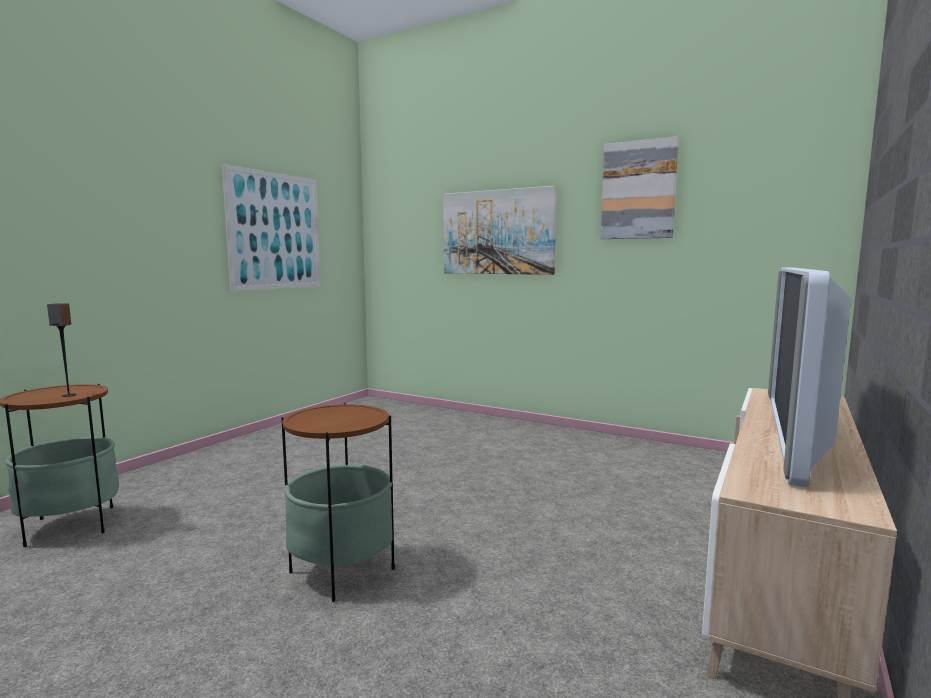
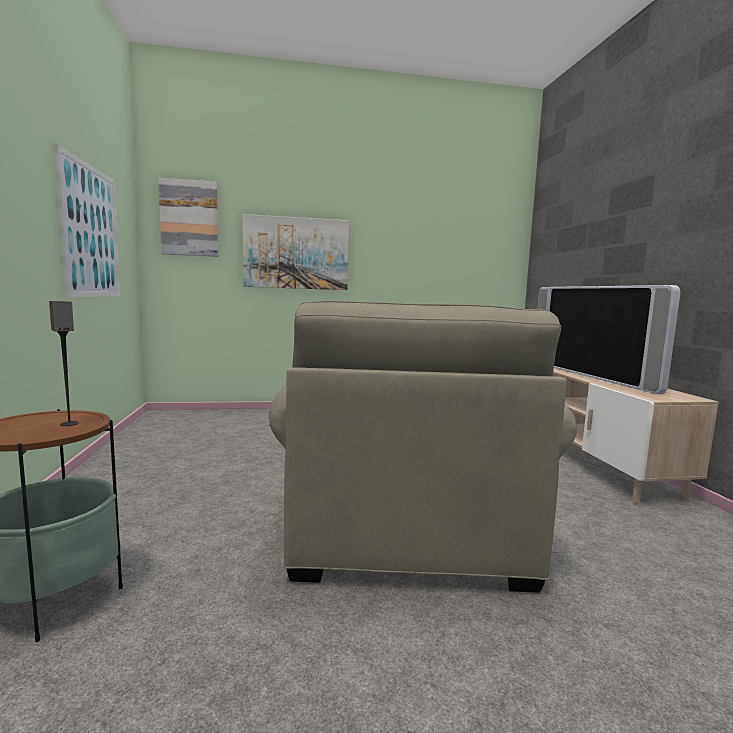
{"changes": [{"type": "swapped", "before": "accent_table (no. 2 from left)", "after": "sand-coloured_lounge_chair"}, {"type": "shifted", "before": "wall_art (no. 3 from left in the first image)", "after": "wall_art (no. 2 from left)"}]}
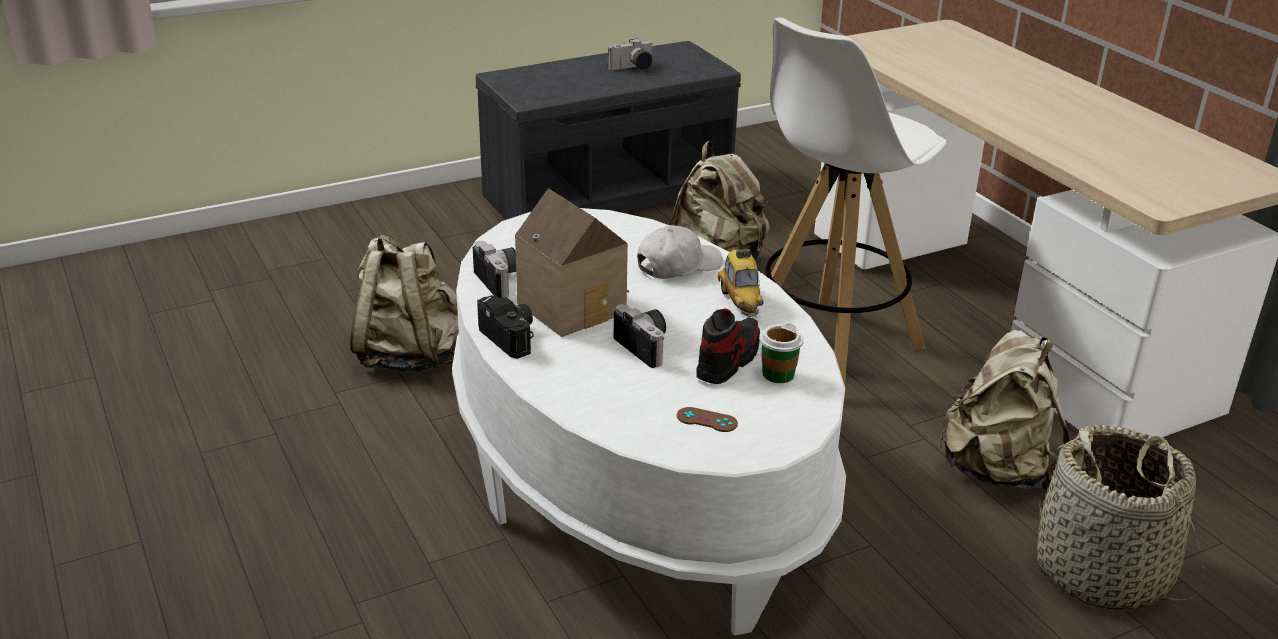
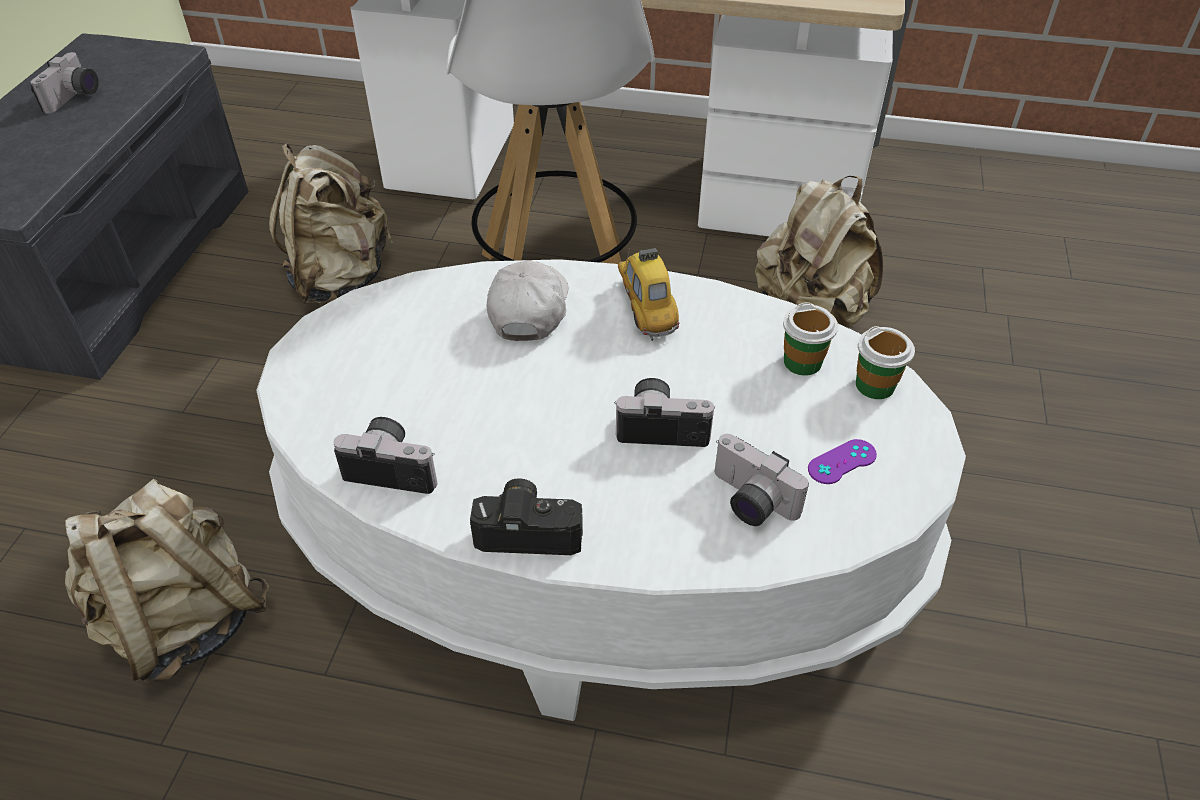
{"changes": [{"type": "gone", "before": "toy_house"}, {"type": "repainted", "before": "brown-coloured_joypad", "after": "purple-coloured_joypad"}, {"type": "gone", "before": "low_shoe"}, {"type": "rotated", "before": "toy_car", "turn": -135}, {"type": "gone", "before": "household_basket"}, {"type": "new", "after": "still_camera (no. 5 from left)"}, {"type": "new", "after": "drinking_cup (no. 2 from left)"}]}
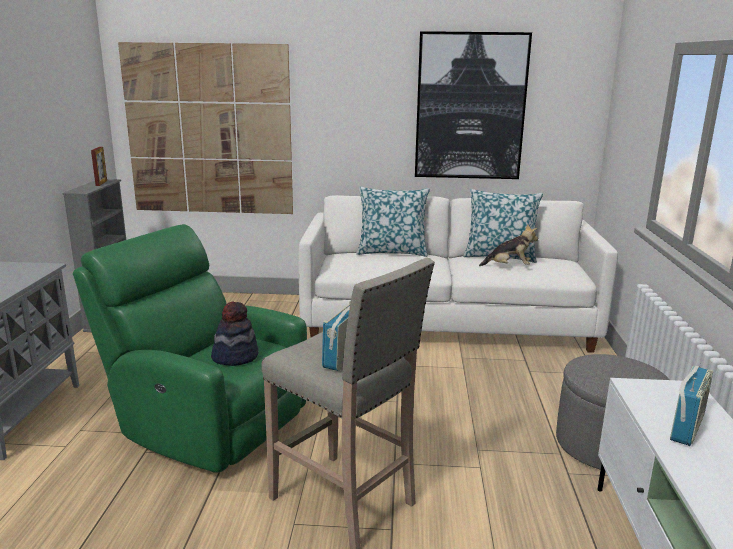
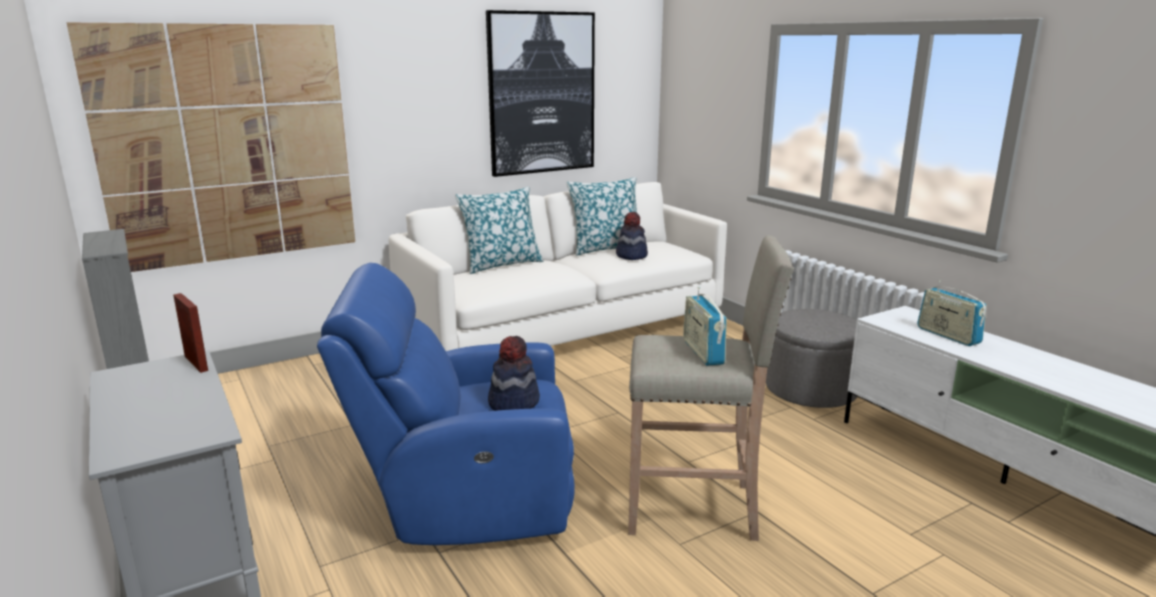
{"changes": [{"type": "repainted", "before": "green_lounge_chair", "after": "blue_lounge_chair"}, {"type": "shifted", "before": "photo_frame"}, {"type": "swapped", "before": "cuddly_toy", "after": "clothing_hat (no. 2 from left)"}, {"type": "rotated", "before": "radio (no. 2 from left)", "turn": 150}]}
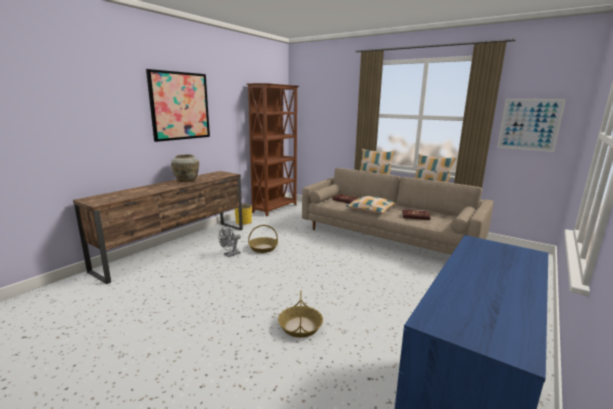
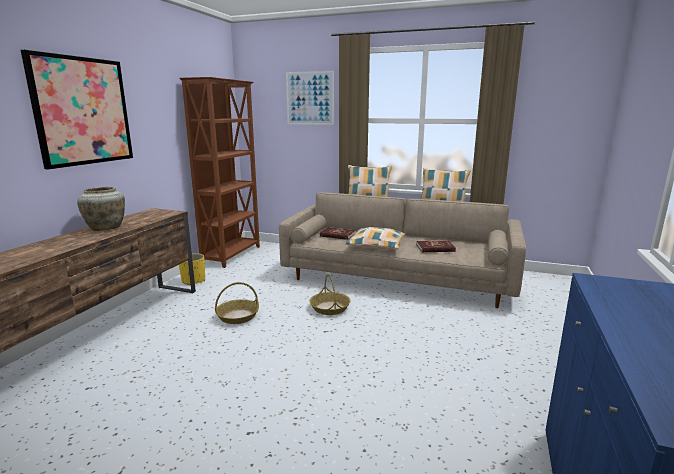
{"changes": [{"type": "gone", "before": "grey_fan"}, {"type": "shifted", "before": "household_basket (no. 2 from left)"}, {"type": "shifted", "before": "wall_art (no. 2 from left)"}]}
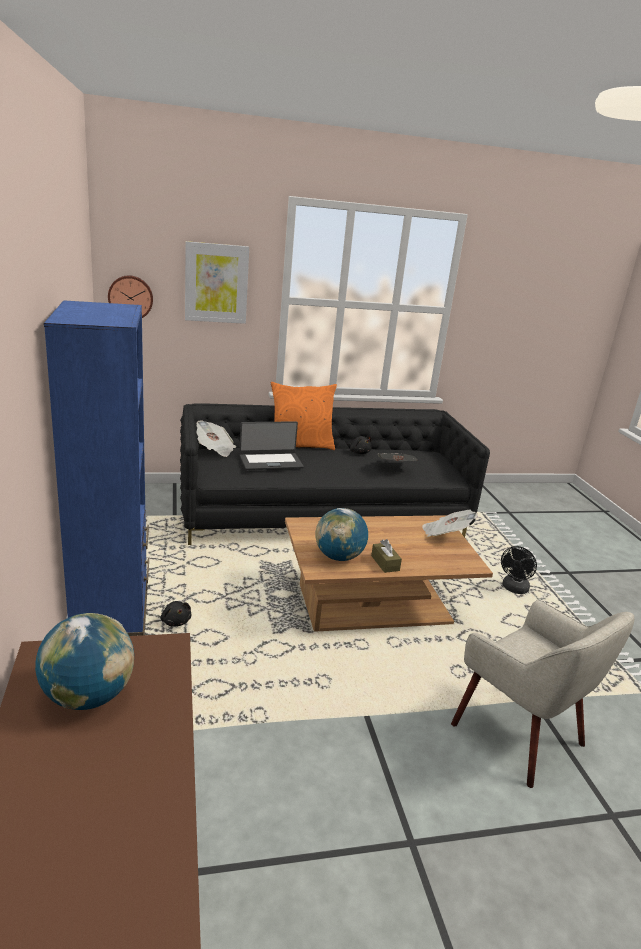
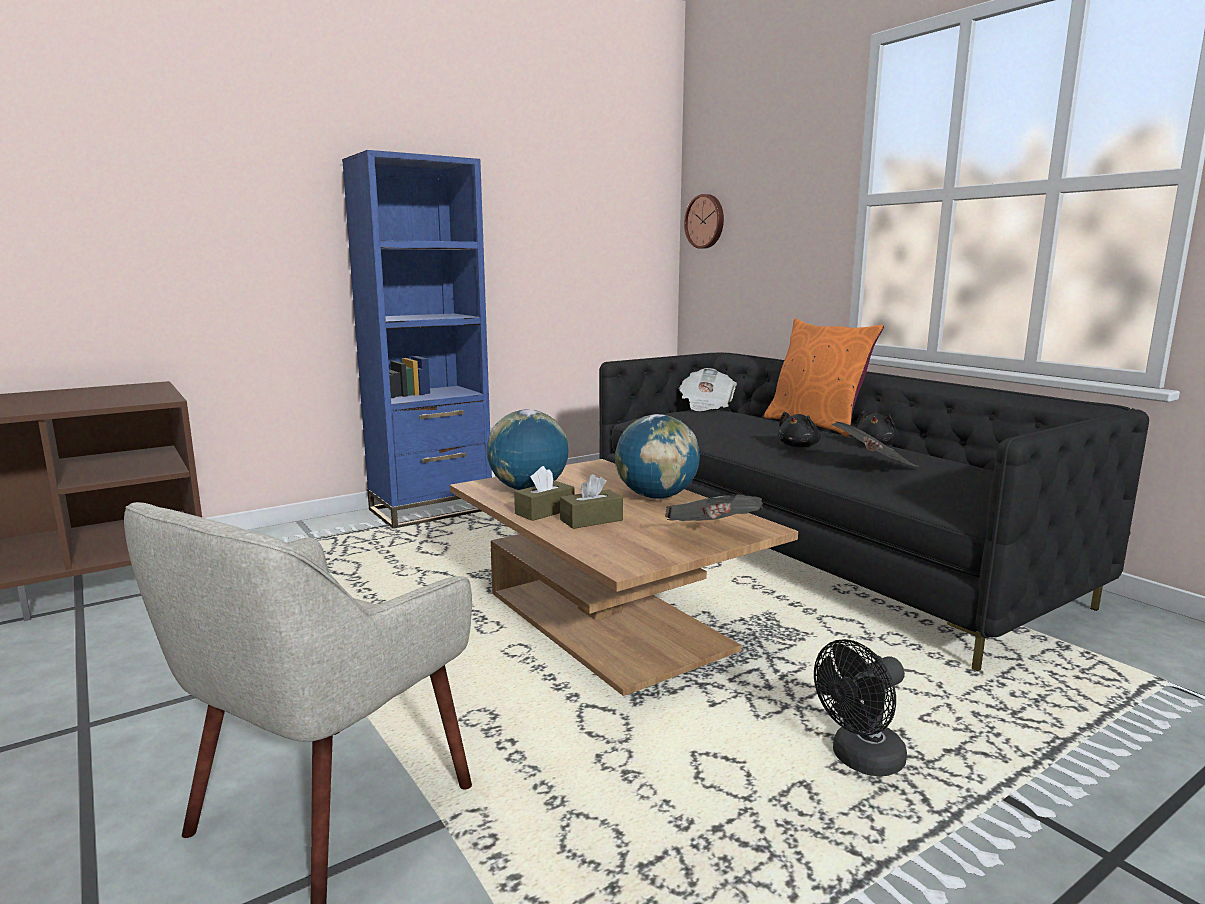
{"changes": [{"type": "shifted", "before": "world_globe (no. 1 from left in the first image)", "after": "world_globe (no. 2 from left)"}, {"type": "shifted", "before": "black-coloured_cuddly_toy (no. 1 from left)"}, {"type": "gone", "before": "wall_art"}, {"type": "gone", "before": "portable_computer"}, {"type": "rotated", "before": "black-coloured_fan", "turn": -45}, {"type": "new", "after": "brown-coloured_tissue_box (no. 2 from left)"}]}
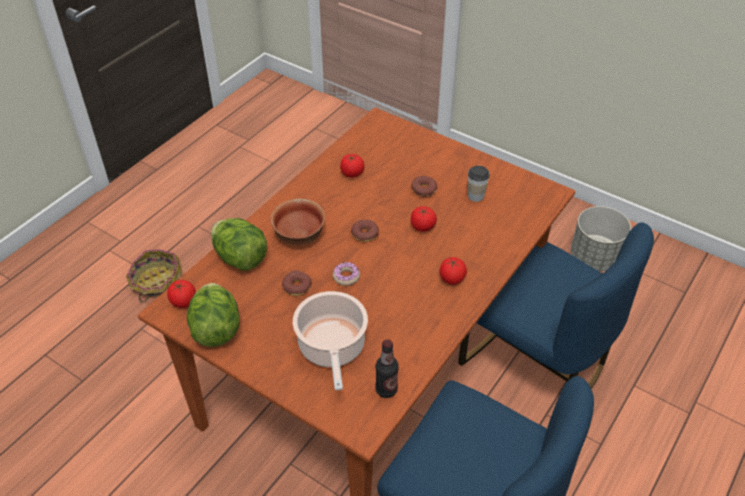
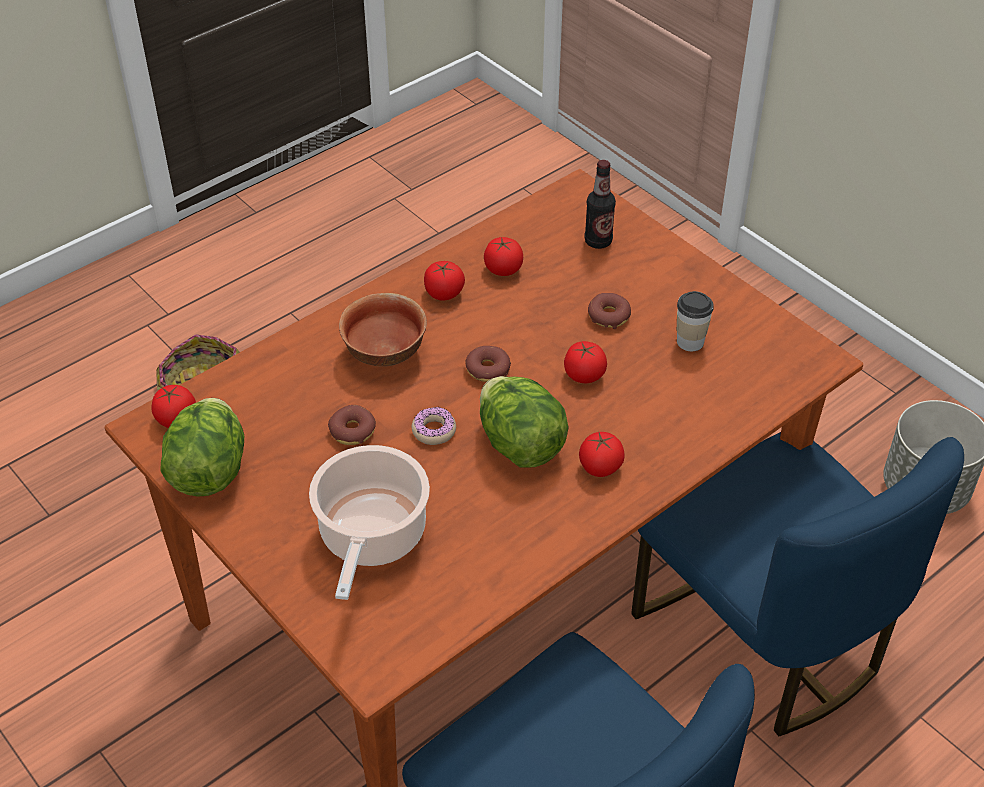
{"changes": [{"type": "shifted", "before": "head_of_lettuce (no. 2 from left)"}, {"type": "shifted", "before": "beverage_bottle"}, {"type": "new", "after": "fresh_tomato (no. 2 from left)"}]}
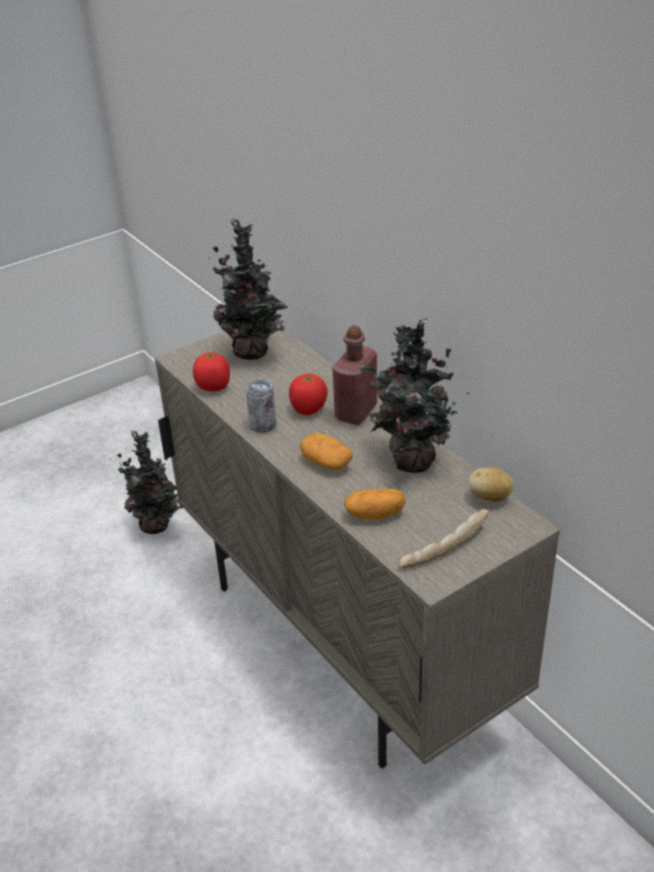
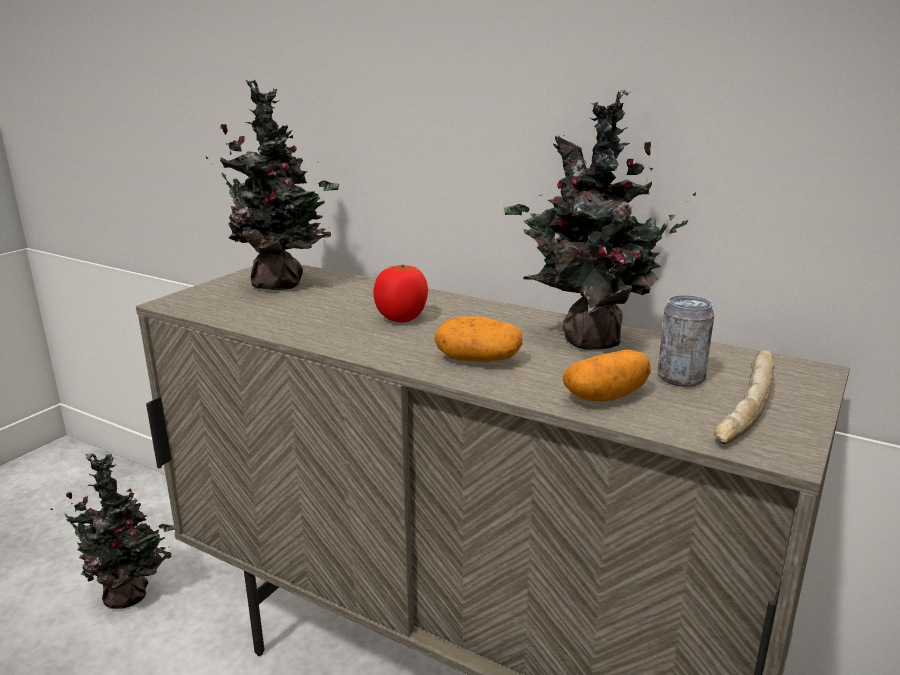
{"changes": [{"type": "gone", "before": "fresh_tomato (no. 1 from left)"}, {"type": "shifted", "before": "can"}, {"type": "gone", "before": "red-coloured_beverage_bottle"}, {"type": "gone", "before": "potato (no. 3 from left)"}]}
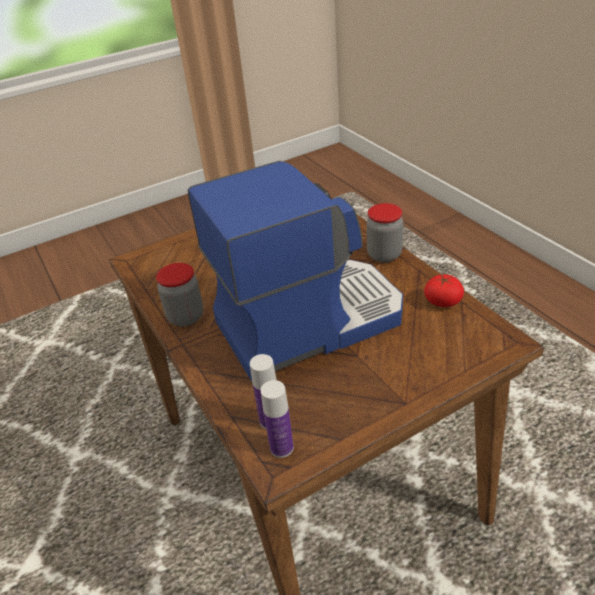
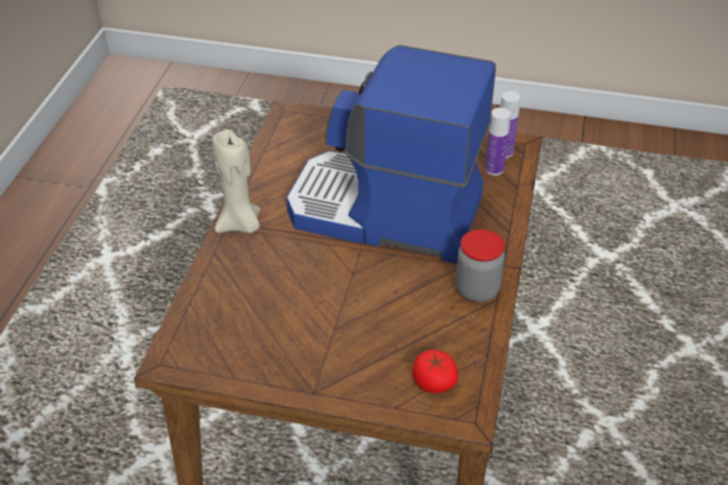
{"changes": [{"type": "swapped", "before": "storage_jar (no. 2 from left)", "after": "sand-coloured_wax_light"}, {"type": "shifted", "before": "fresh_tomato"}]}
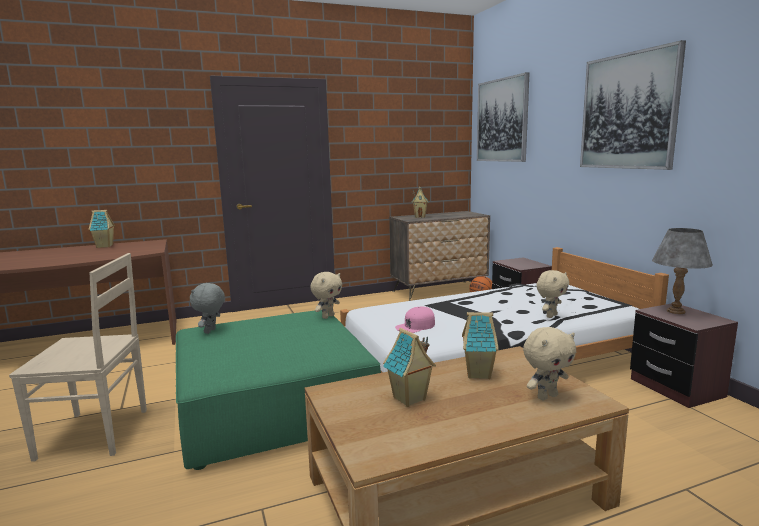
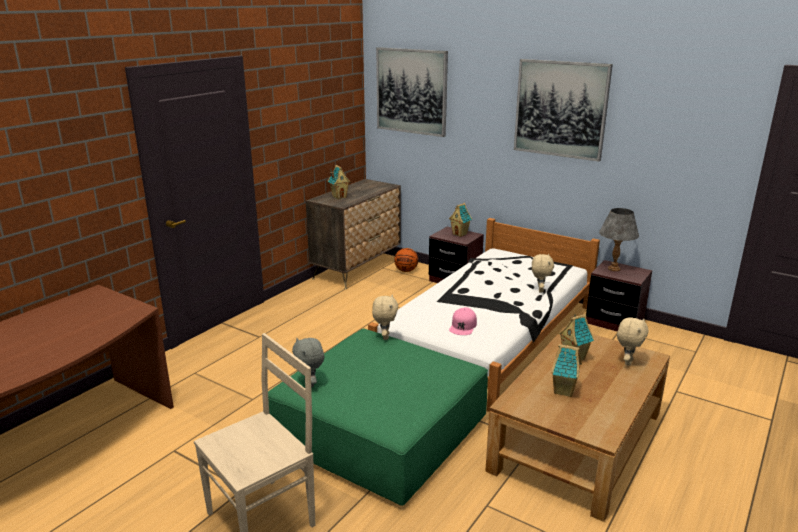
{"changes": [{"type": "shifted", "before": "toy_house (no. 1 from left in the first image)", "after": "toy_house (no. 2 from left)"}]}
